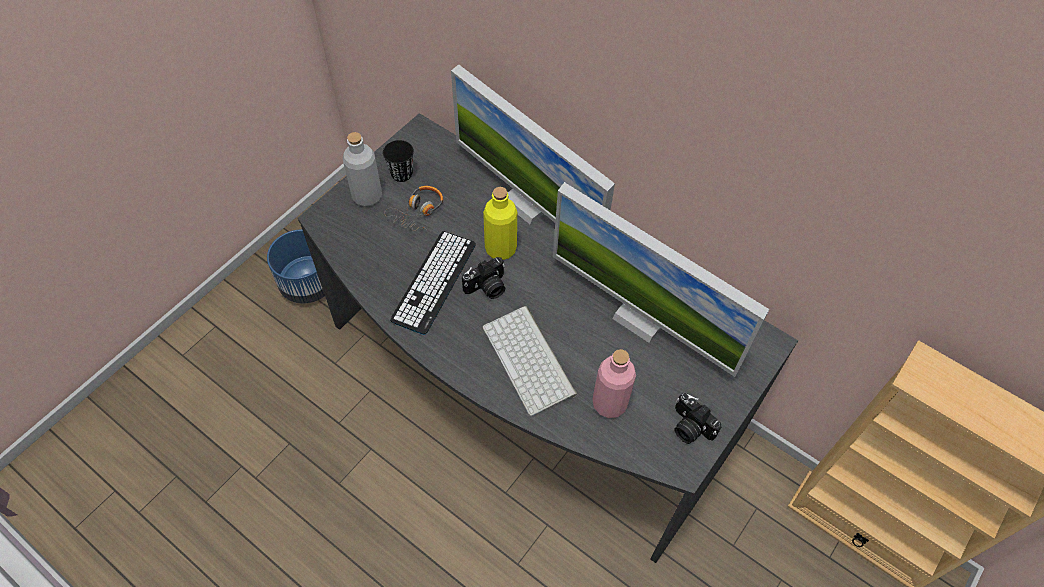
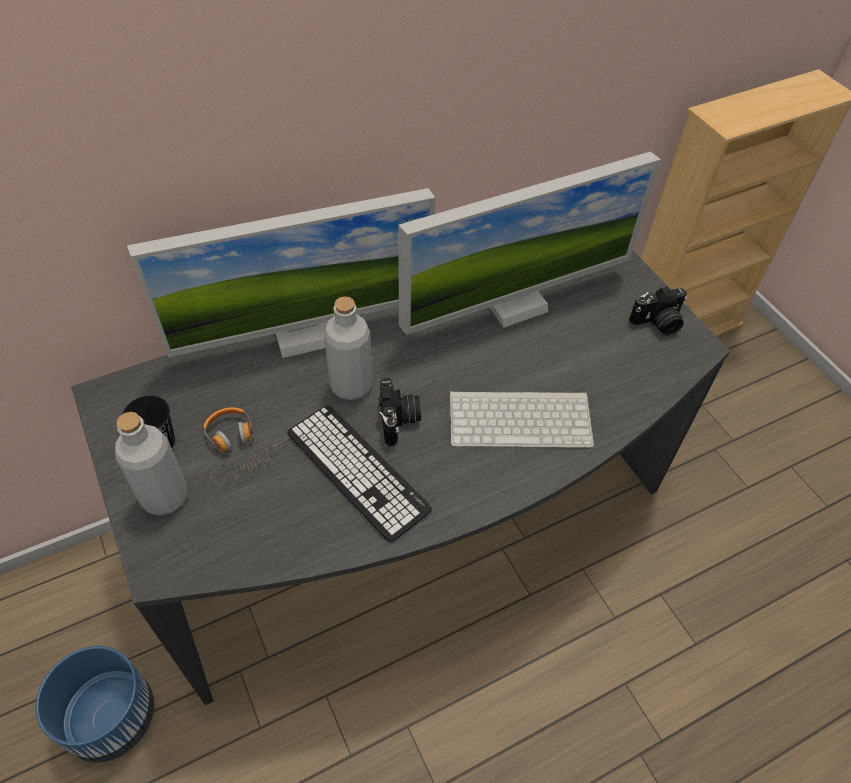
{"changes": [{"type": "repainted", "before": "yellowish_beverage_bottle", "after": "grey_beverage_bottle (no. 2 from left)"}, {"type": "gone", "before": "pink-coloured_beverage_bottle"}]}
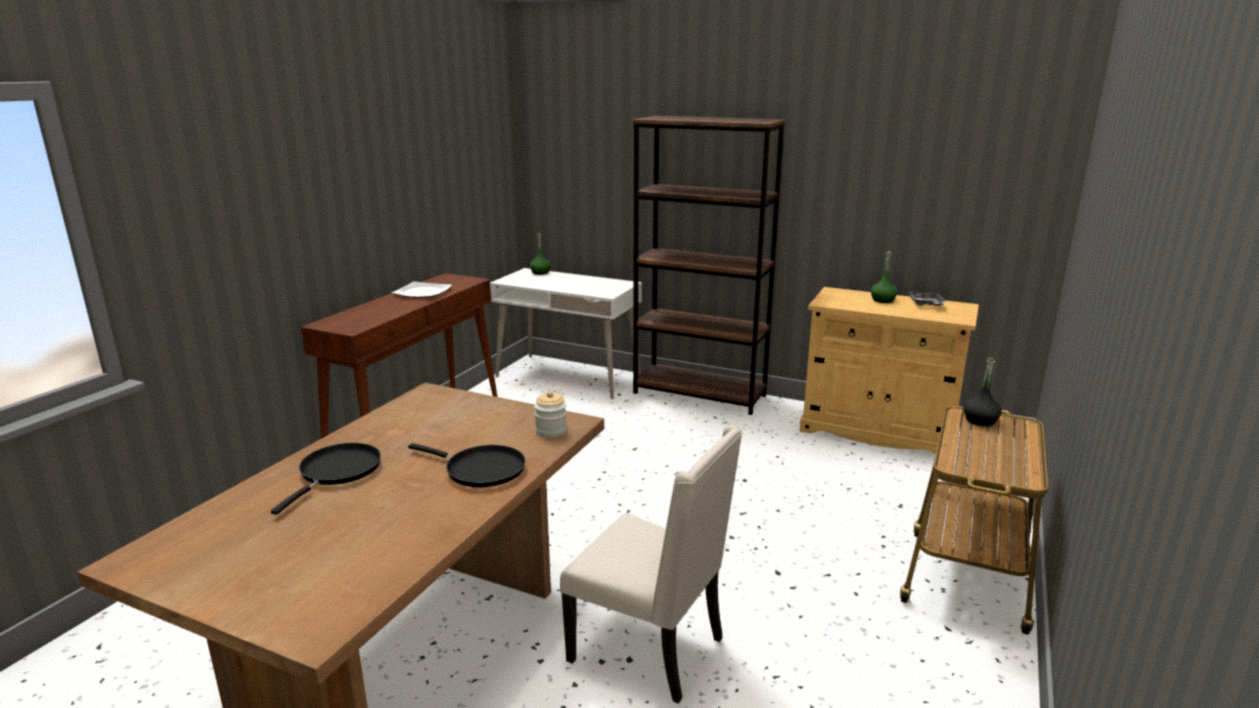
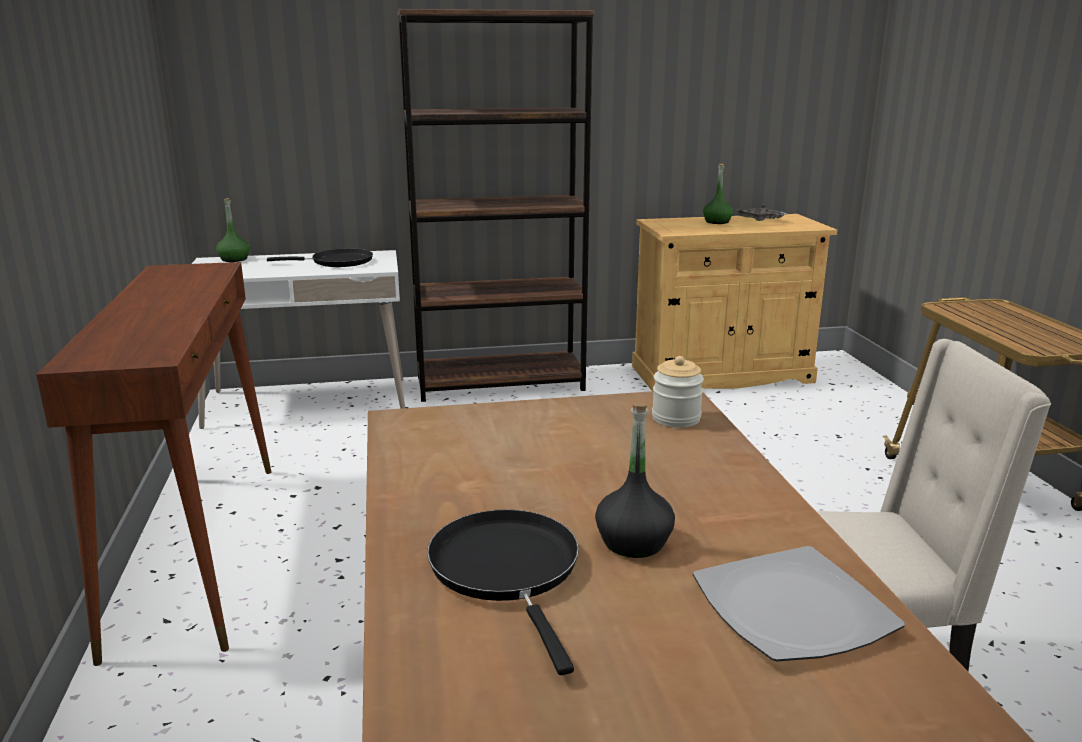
{"changes": [{"type": "shifted", "before": "dinner_plate"}, {"type": "shifted", "before": "black-coloured_skillet (no. 2 from left in the first image)", "after": "black-coloured_skillet (no. 1 from left)"}, {"type": "shifted", "before": "black-coloured_beverage_bottle"}]}
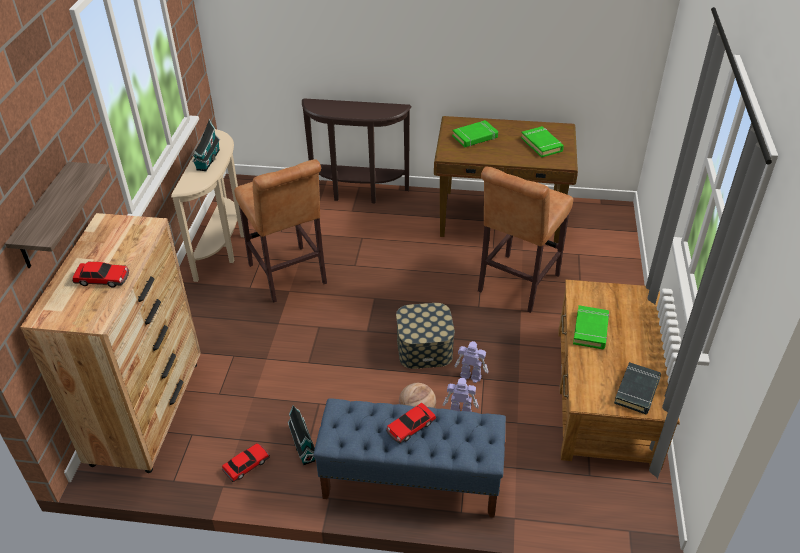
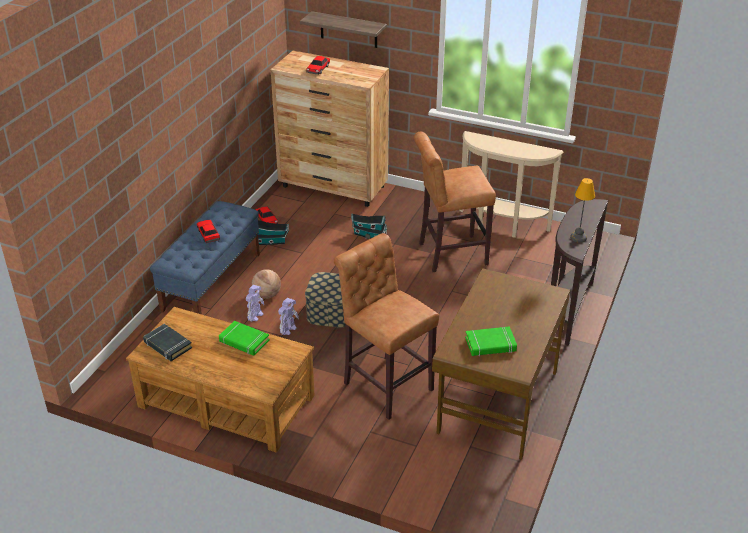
{"changes": [{"type": "shifted", "before": "toy_house (no. 1 from left in the first image)", "after": "toy_house (no. 2 from left)"}, {"type": "gone", "before": "green_volume (no. 1 from left)"}, {"type": "new", "after": "table_lamp"}]}
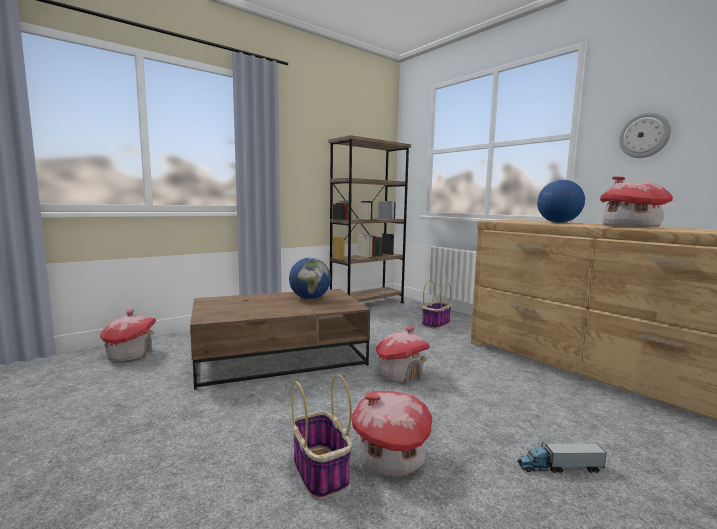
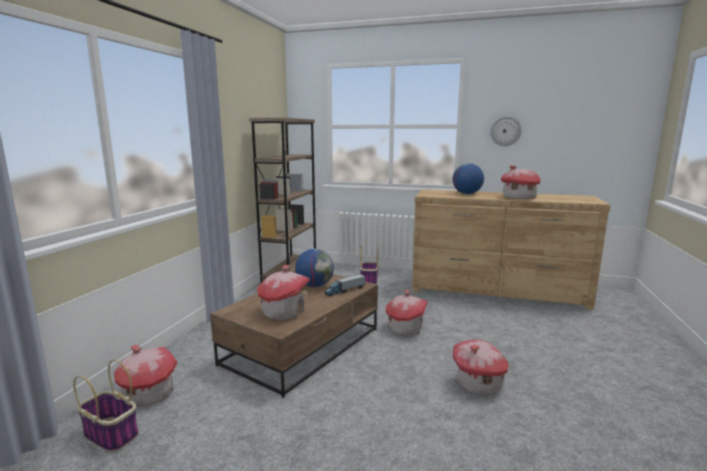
{"changes": [{"type": "shifted", "before": "household_basket (no. 1 from left)"}, {"type": "shifted", "before": "model_truck"}, {"type": "new", "after": "toy_house (no. 2 from left)"}]}
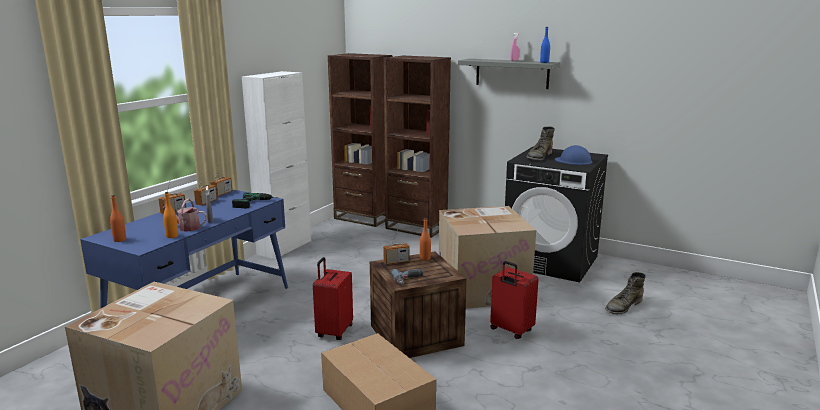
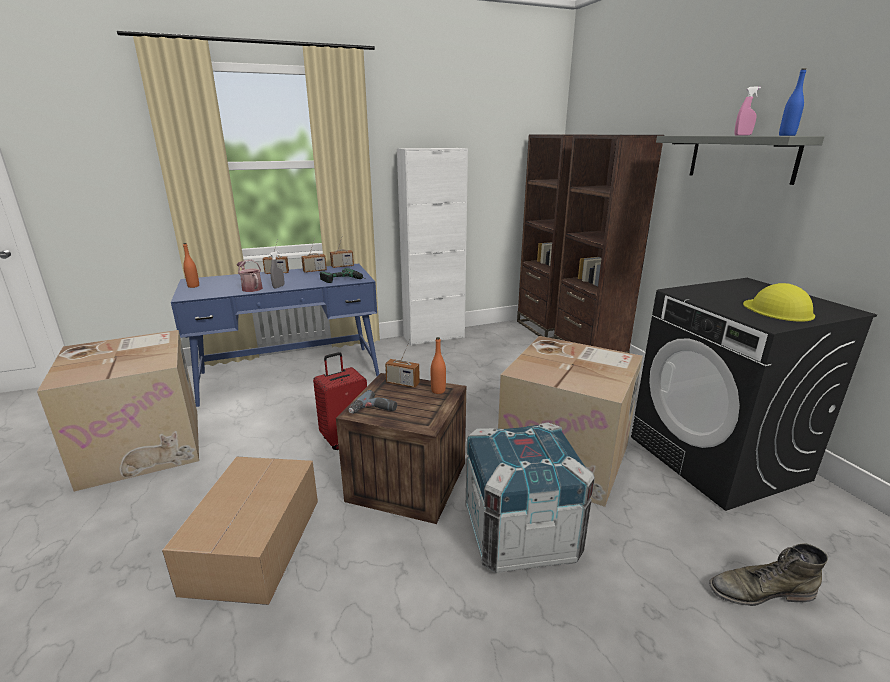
{"changes": [{"type": "gone", "before": "orangey_beverage_bottle (no. 2 from left)"}, {"type": "swapped", "before": "red-coloured_travel_case (no. 2 from left)", "after": "shipping_crate (no. 2 from left)"}, {"type": "gone", "before": "green_high-top_boot (no. 1 from left)"}, {"type": "repainted", "before": "blue_hard_hat", "after": "yellowish_hard_hat"}]}
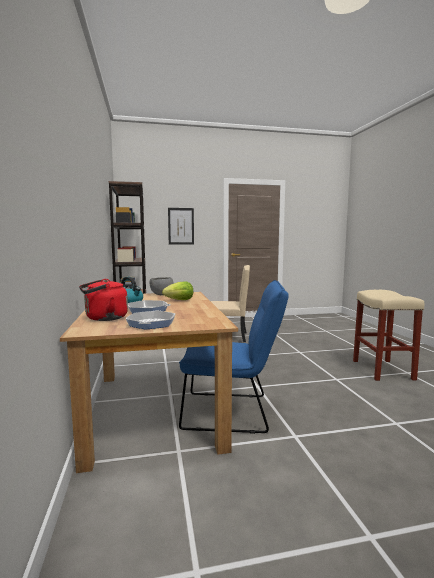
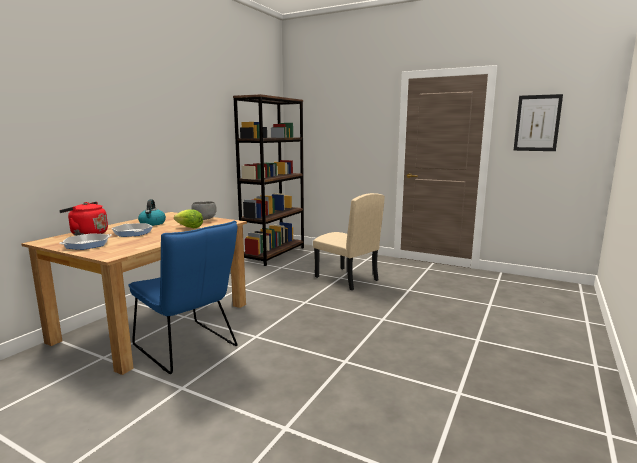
{"changes": [{"type": "shifted", "before": "wall_art"}, {"type": "gone", "before": "sand-coloured_sitting_stool"}]}
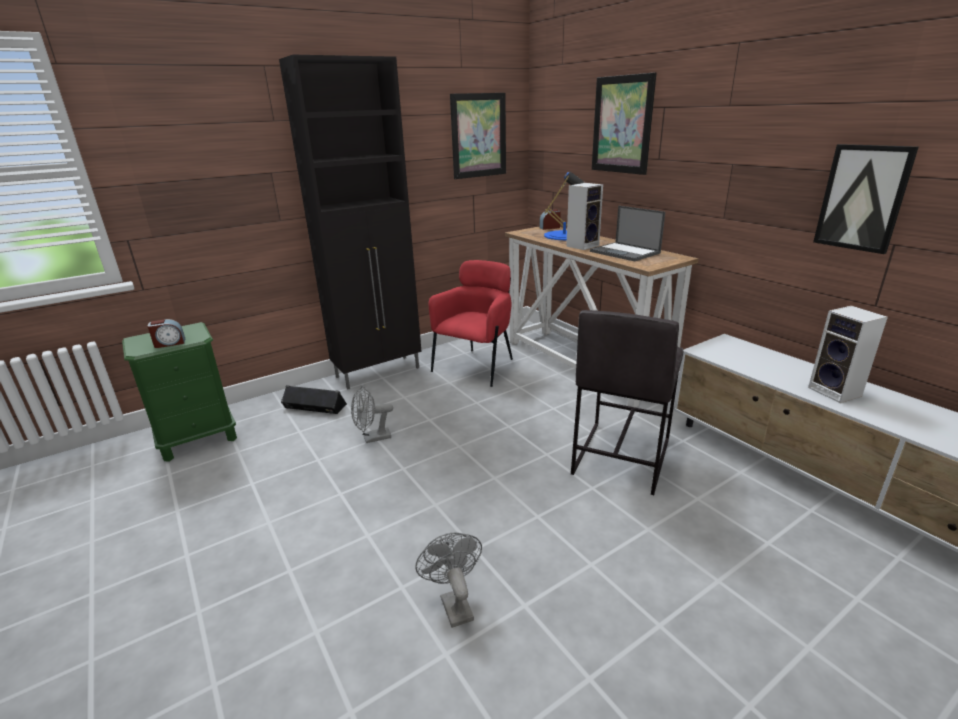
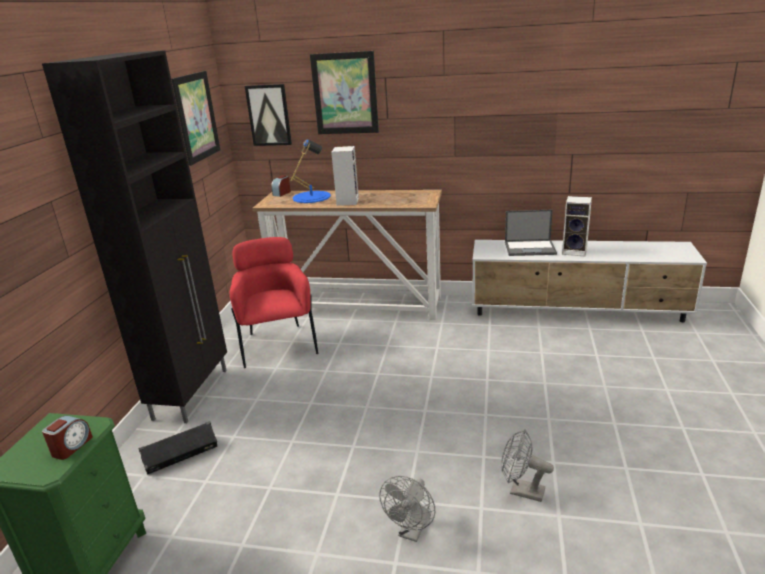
{"changes": [{"type": "shifted", "before": "grey_fan (no. 1 from left)"}, {"type": "gone", "before": "grey_sitting_stool"}, {"type": "shifted", "before": "portable_computer"}, {"type": "shifted", "before": "wall_art (no. 3 from left in the first image)", "after": "wall_art (no. 2 from left)"}]}
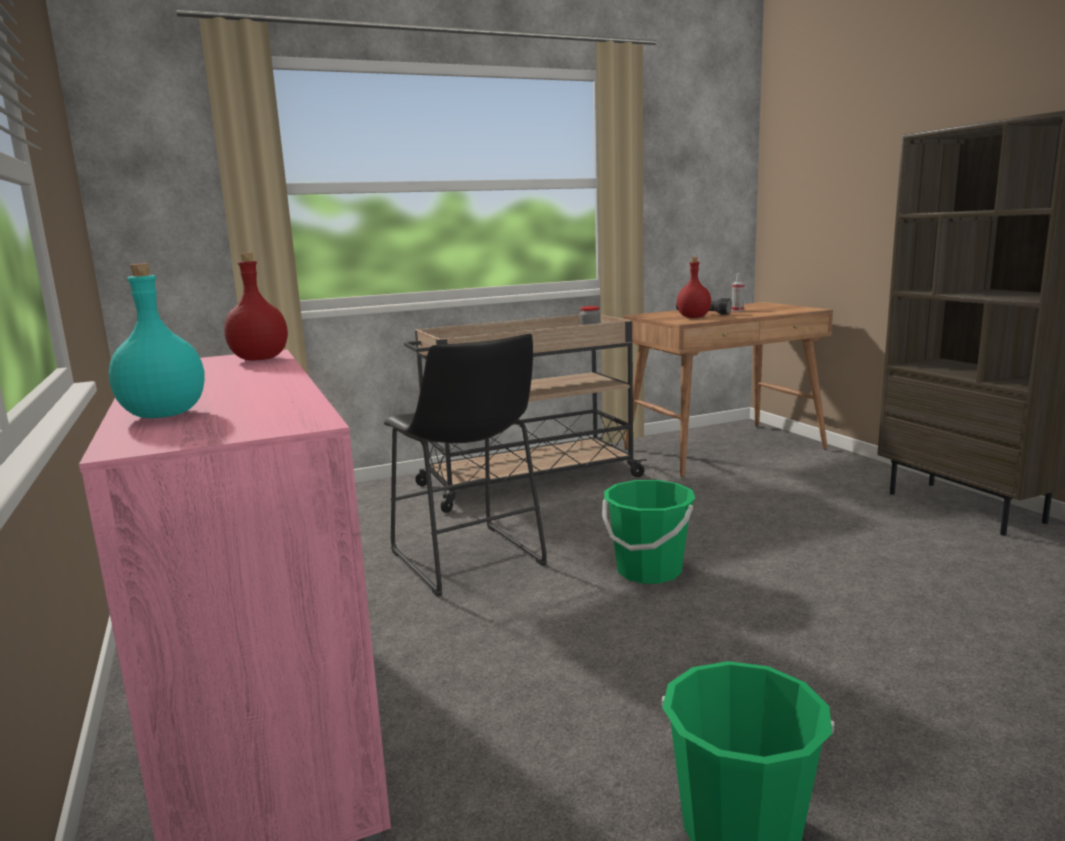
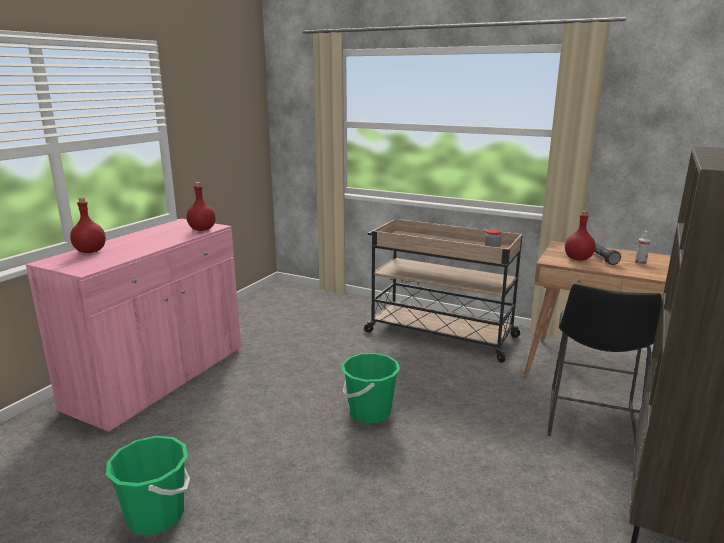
{"changes": [{"type": "repainted", "before": "turquoise_beverage_bottle", "after": "red-coloured_beverage_bottle (no. 1 from left)"}, {"type": "shifted", "before": "black-coloured_sitting_stool"}]}
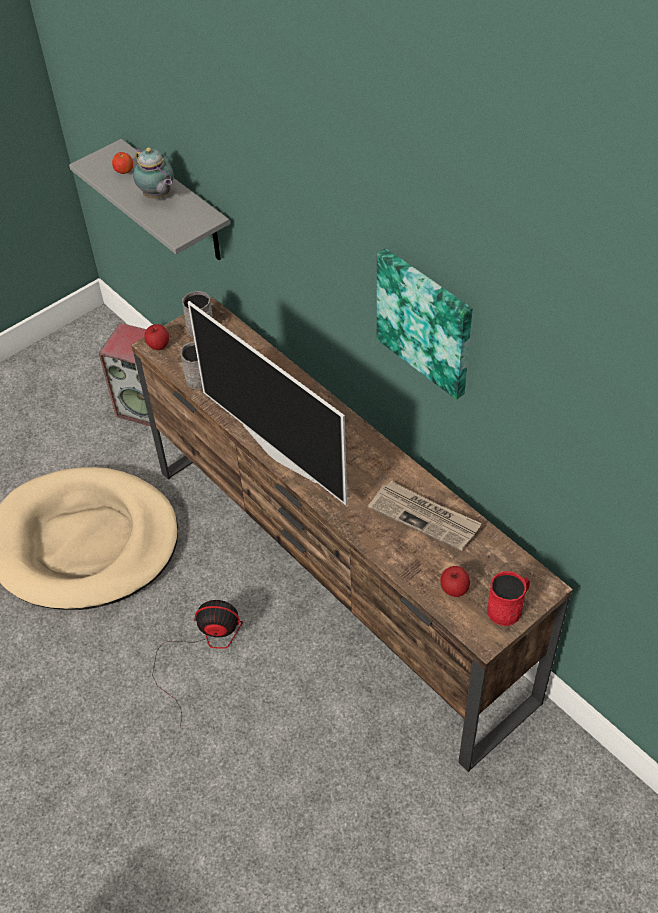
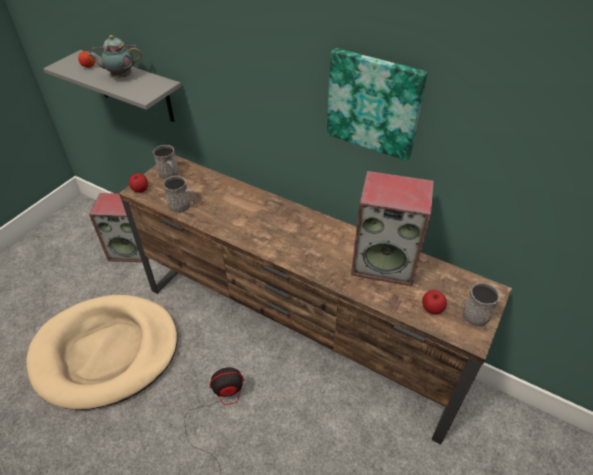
{"changes": [{"type": "rotated", "before": "tea_pot", "turn": 135}, {"type": "gone", "before": "TV"}, {"type": "swapped", "before": "printed_paper", "after": "loudspeaker (no. 2 from left)"}, {"type": "repainted", "before": "red-coloured_coffee_mug", "after": "grey_coffee_mug (no. 3 from left)"}]}
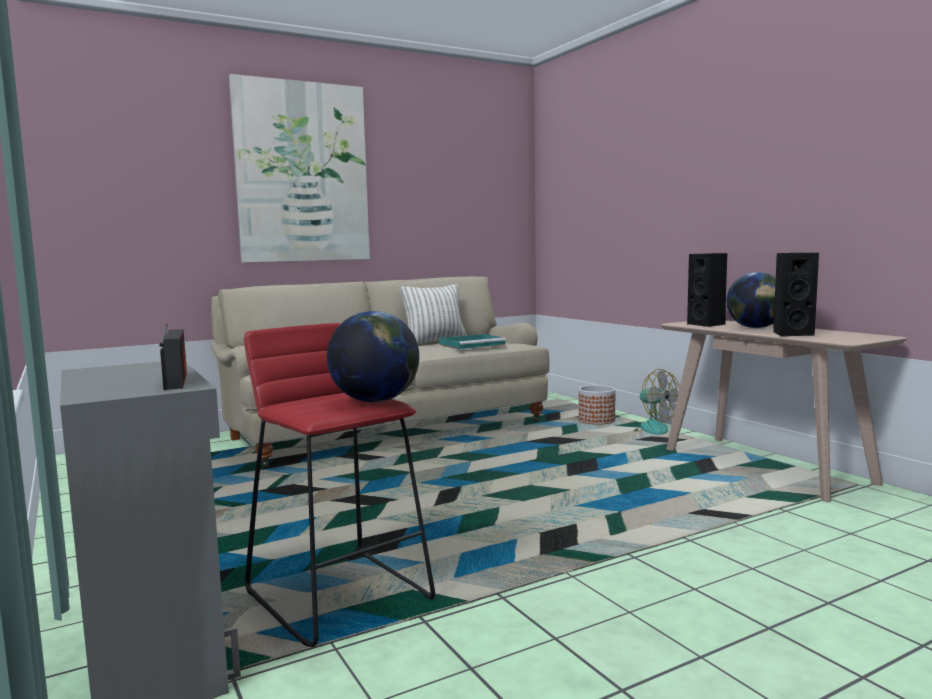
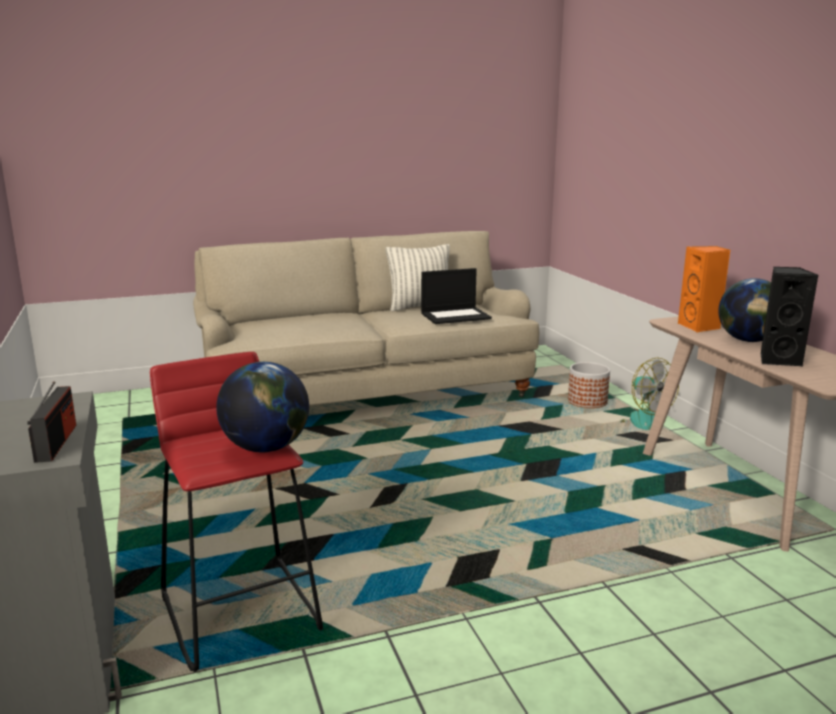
{"changes": [{"type": "gone", "before": "wall_art"}, {"type": "swapped", "before": "turquoise_tray", "after": "portable_computer"}, {"type": "repainted", "before": "black-coloured_loudspeaker (no. 1 from left)", "after": "orangey_loudspeaker"}]}
